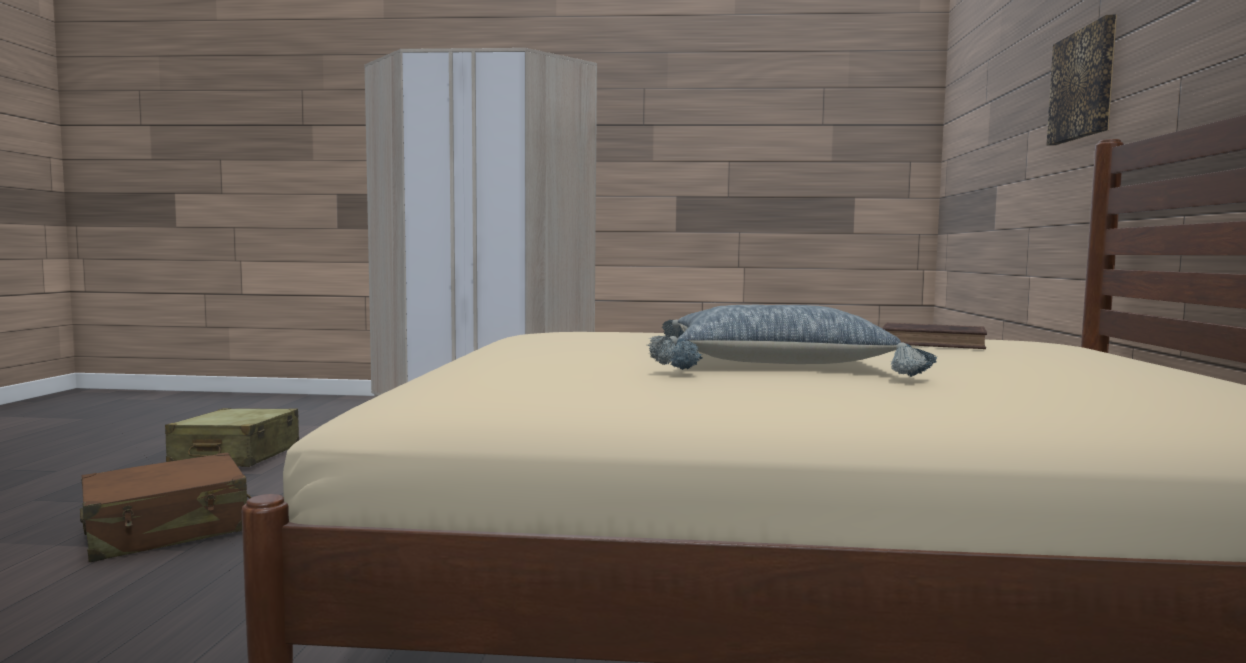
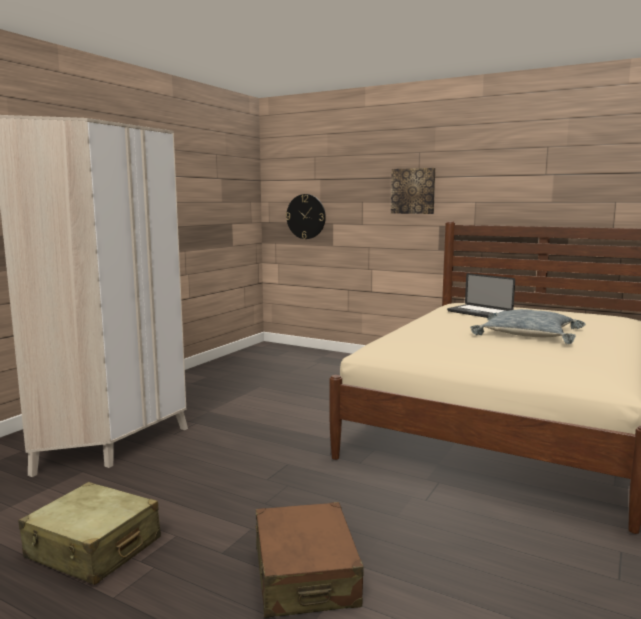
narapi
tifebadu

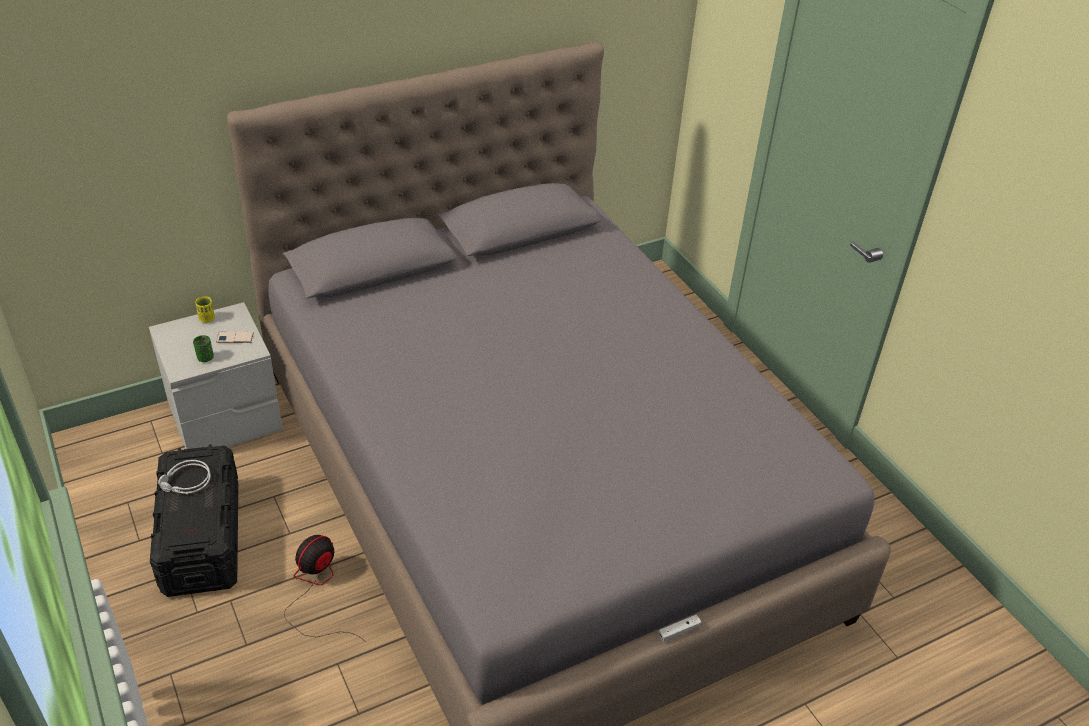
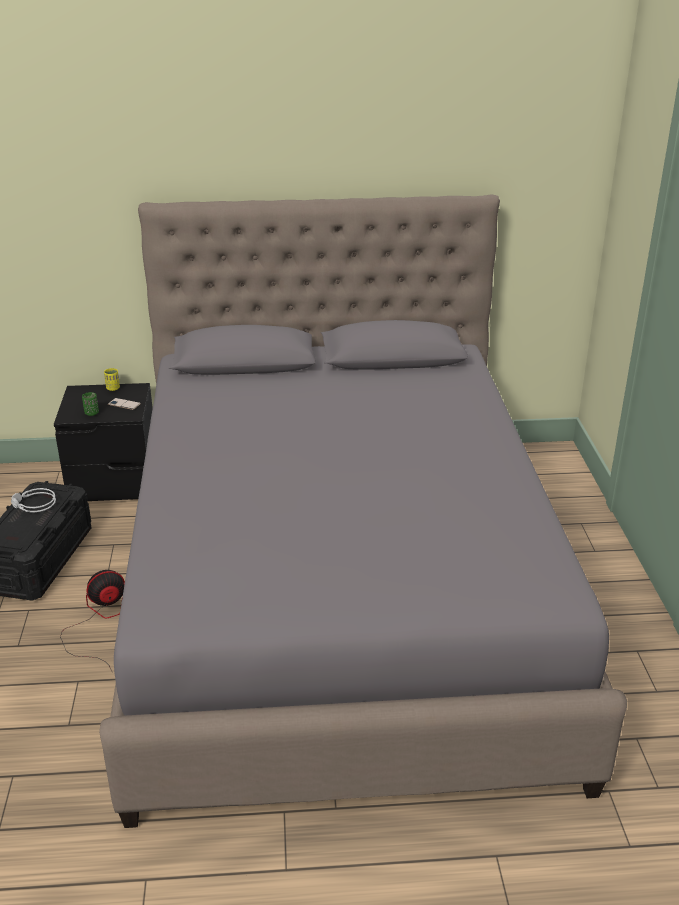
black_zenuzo
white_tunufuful

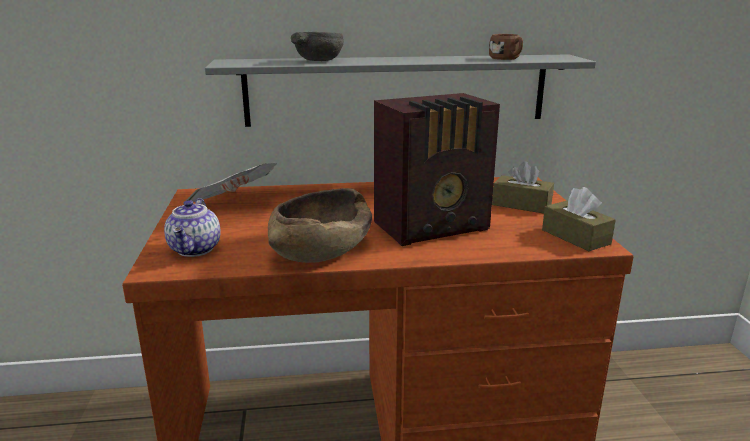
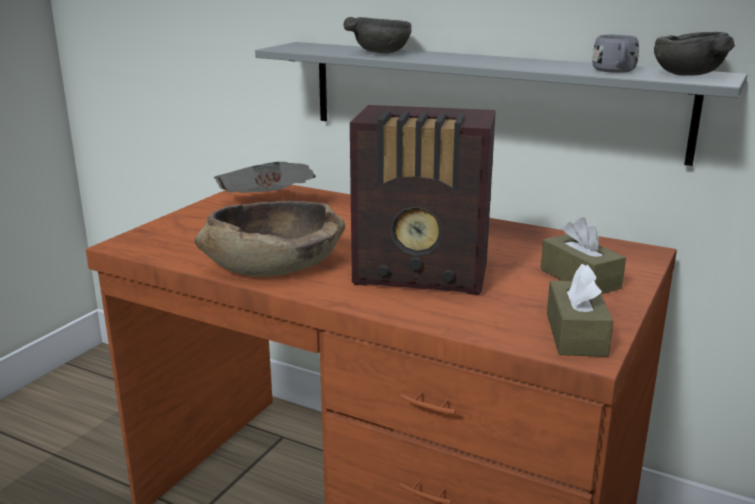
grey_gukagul
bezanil
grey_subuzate (no. 2 from left)

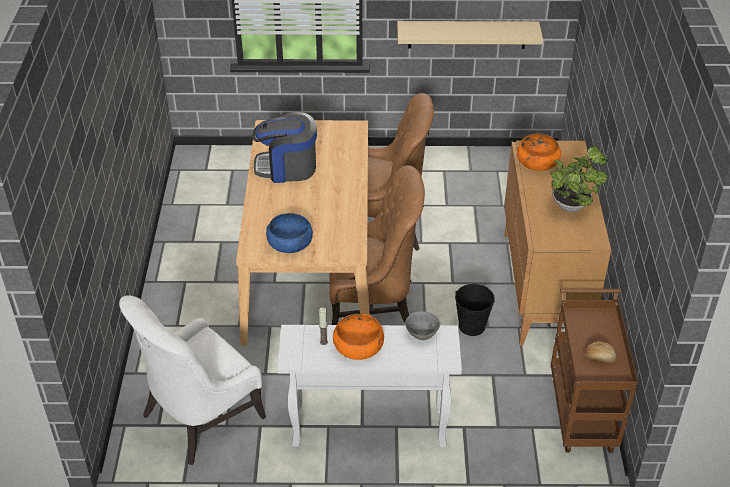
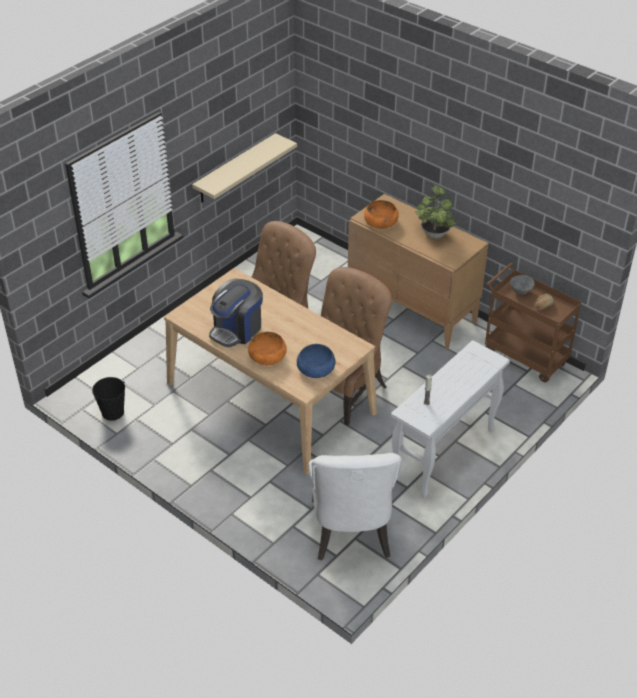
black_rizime
grey_subuzate
orange_subuzate (no. 1 from left)

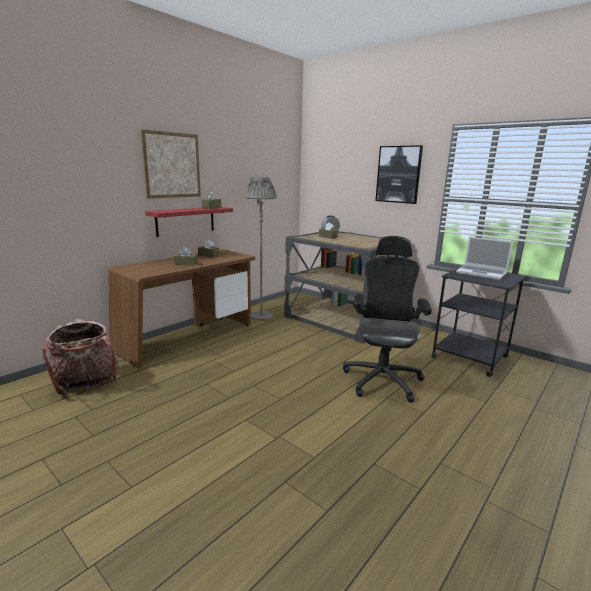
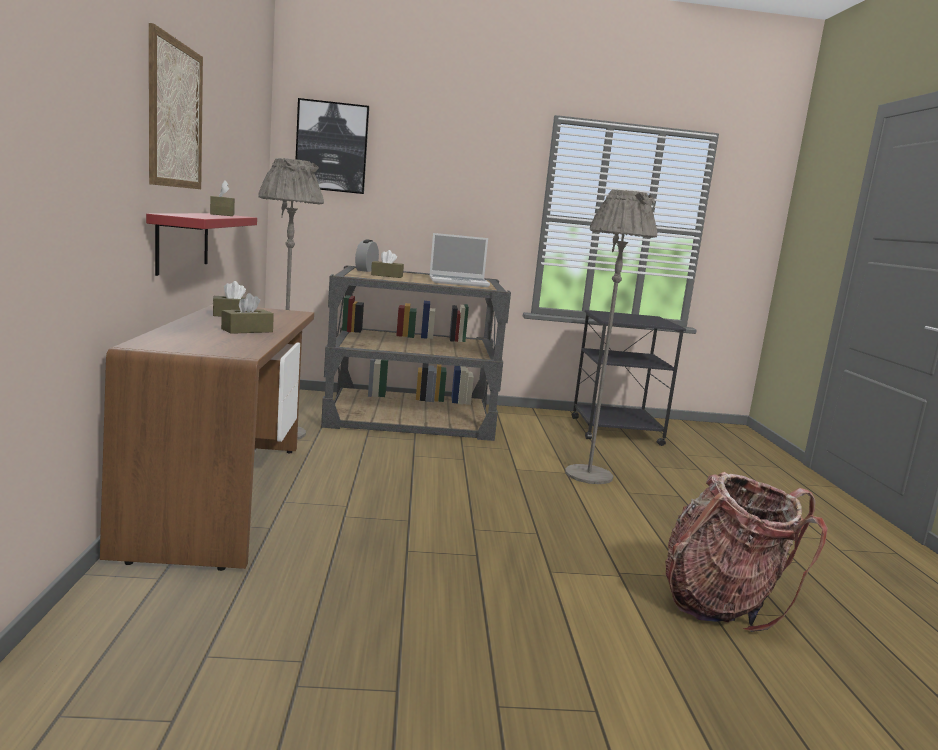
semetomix (no. 2 from left)
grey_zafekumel (no. 2 from left)
narapi
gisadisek

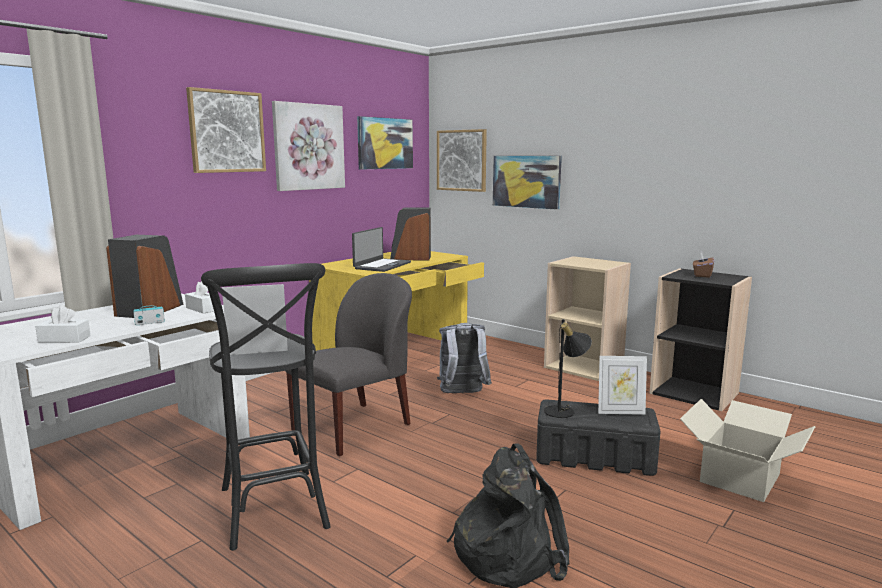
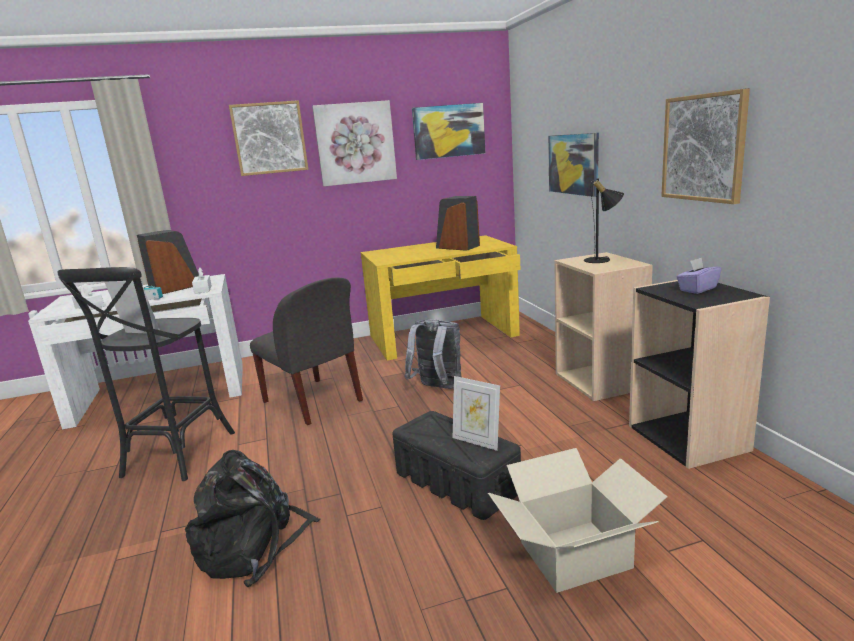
semetomix (no. 5 from left)
narapi
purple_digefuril
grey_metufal
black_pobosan

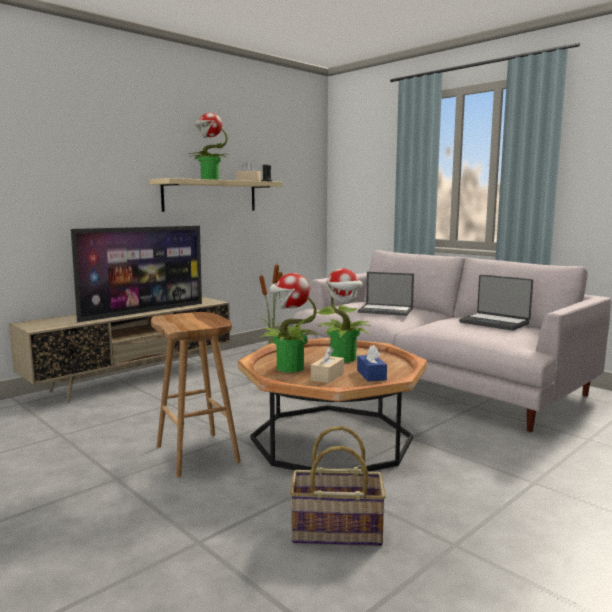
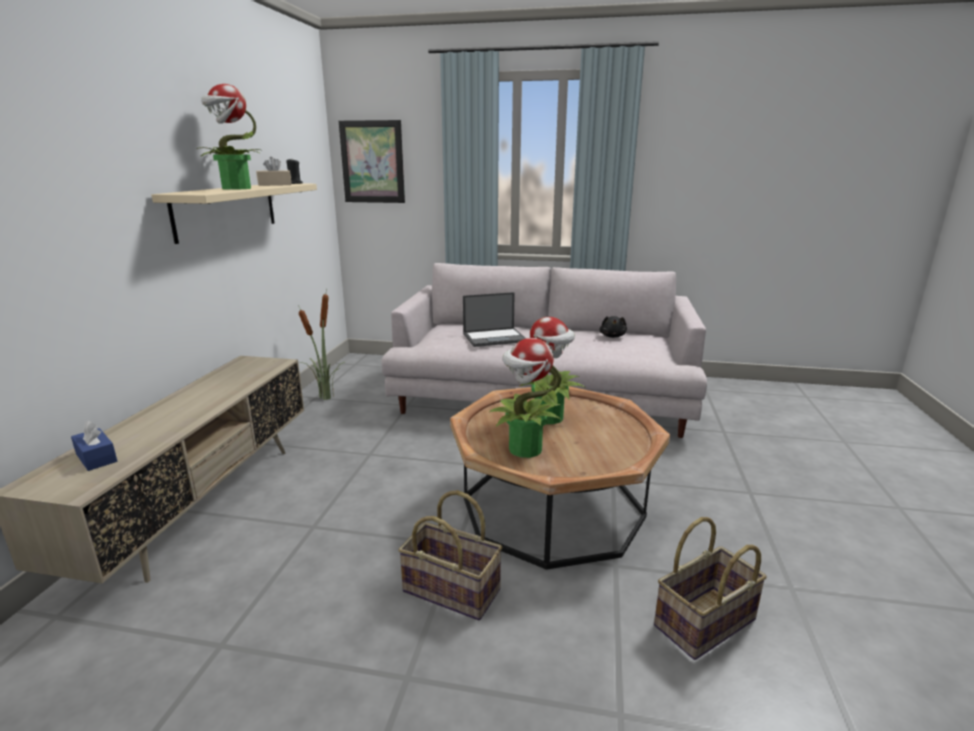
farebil
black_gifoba
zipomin (no. 1 from left)
blue_digefuril
beige_digefuril (no. 2 from left in the first image)
semetomix

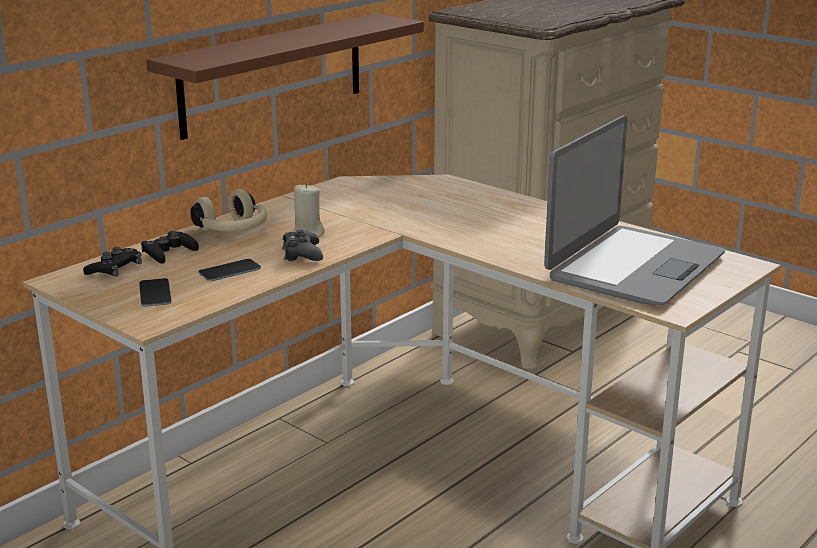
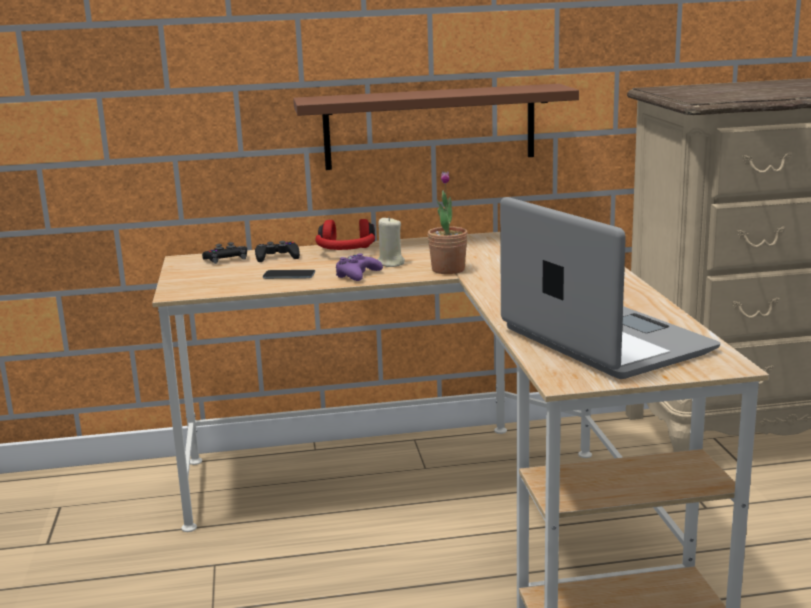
narapi
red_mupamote
purple_tunufuful
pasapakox (no. 1 from left in the first image)
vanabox

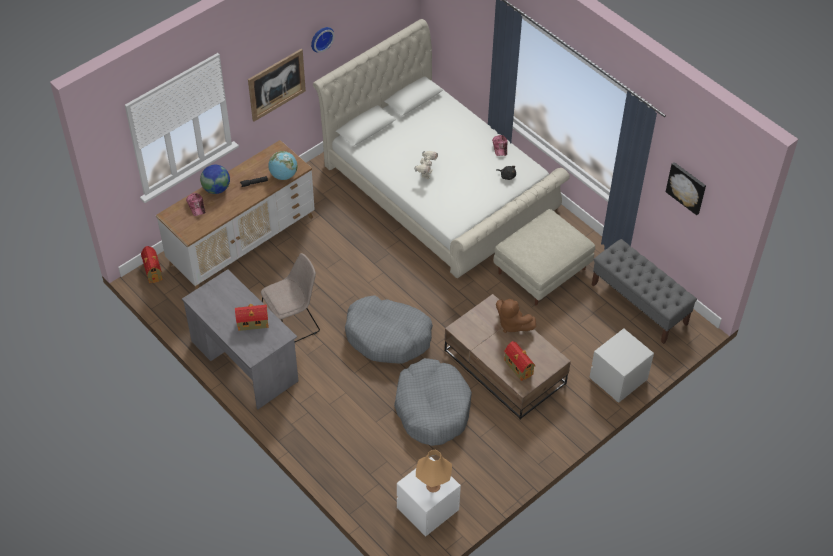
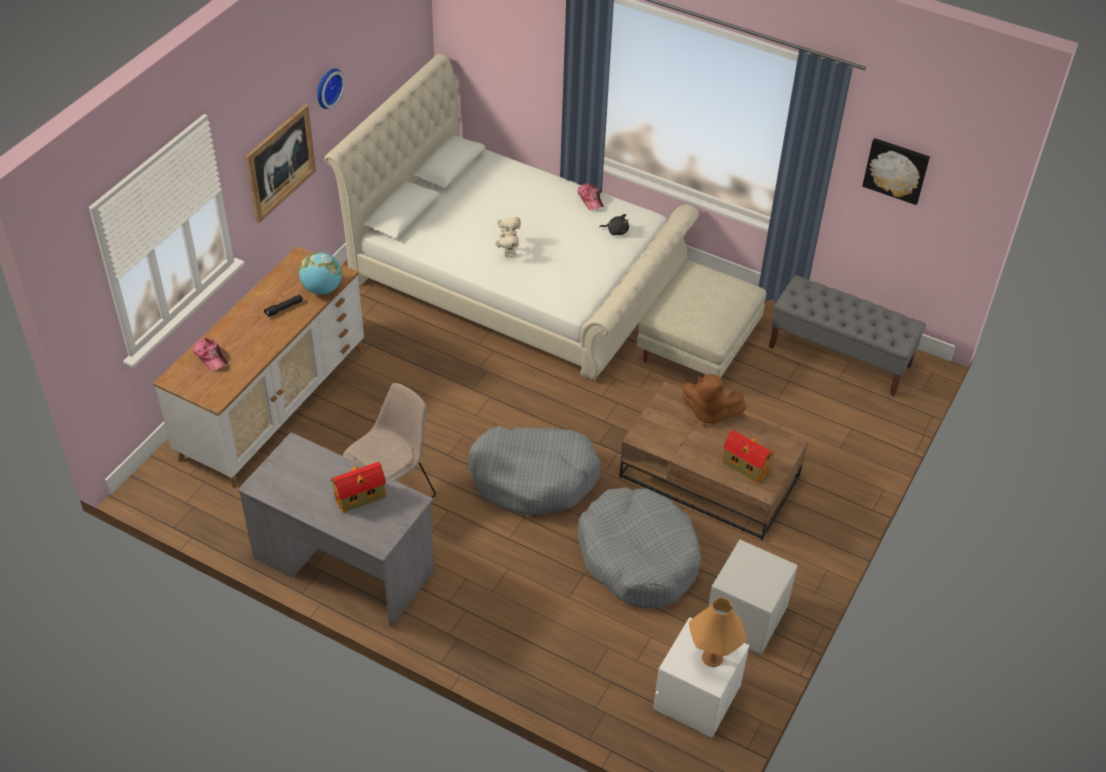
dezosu (no. 1 from left in the first image)
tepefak (no. 1 from left in the first image)
white_zenuzo (no. 2 from left)

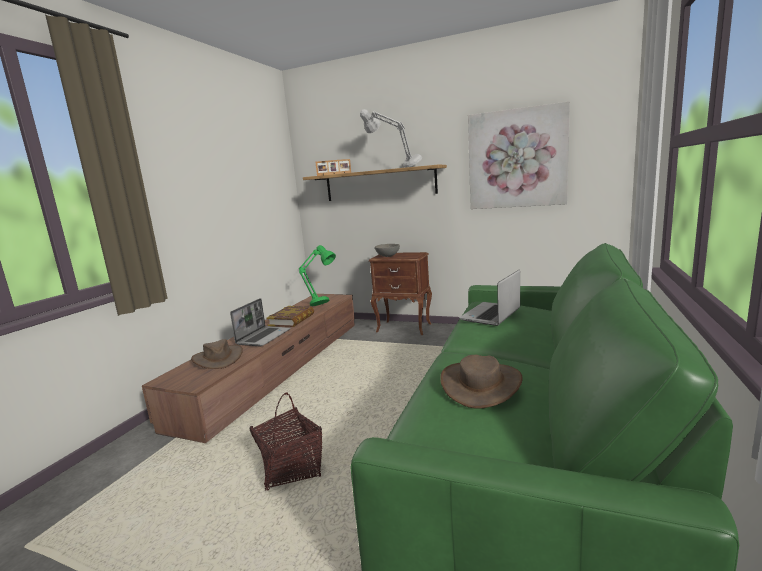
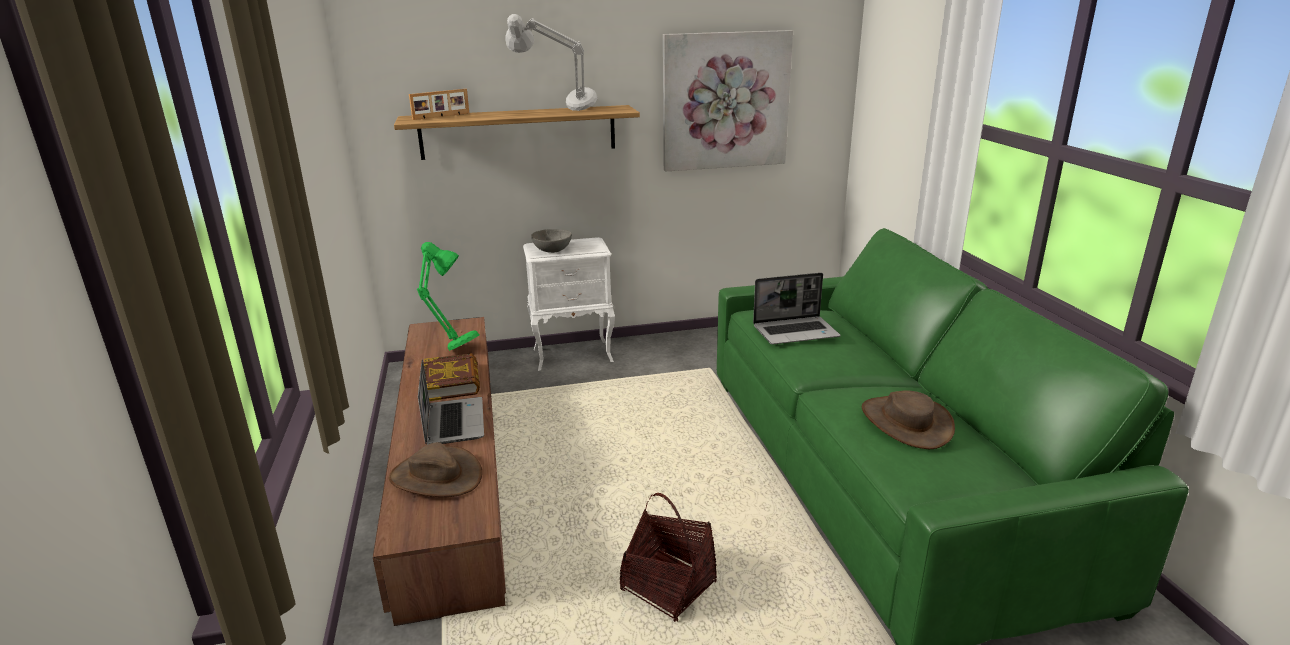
white_zenuzo
narapi (no. 2 from left)

